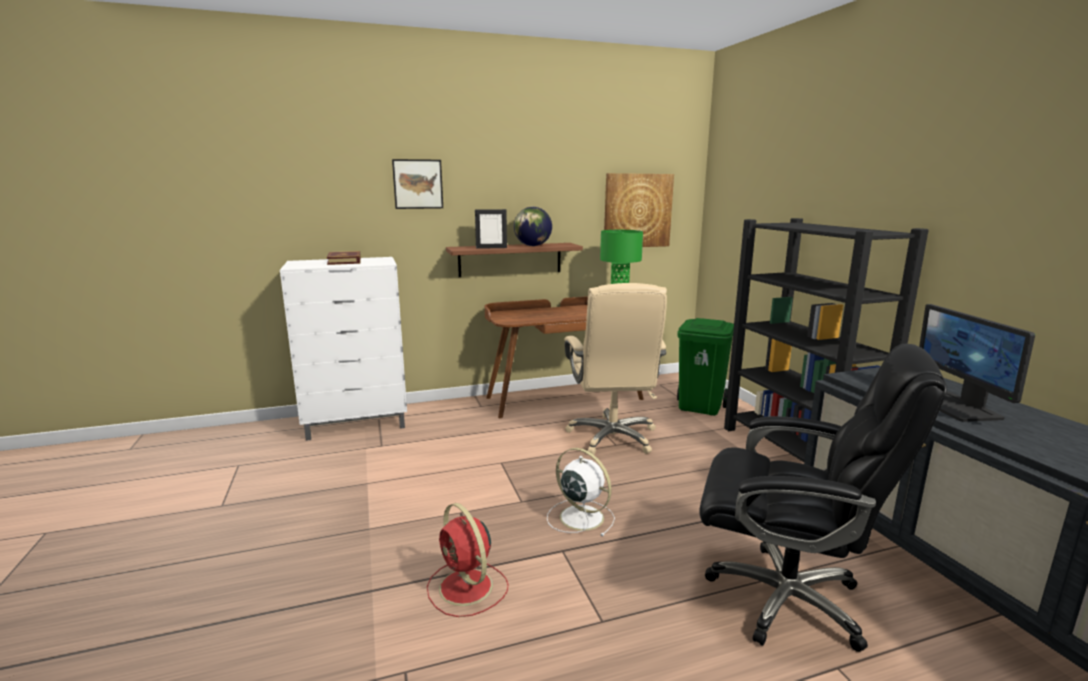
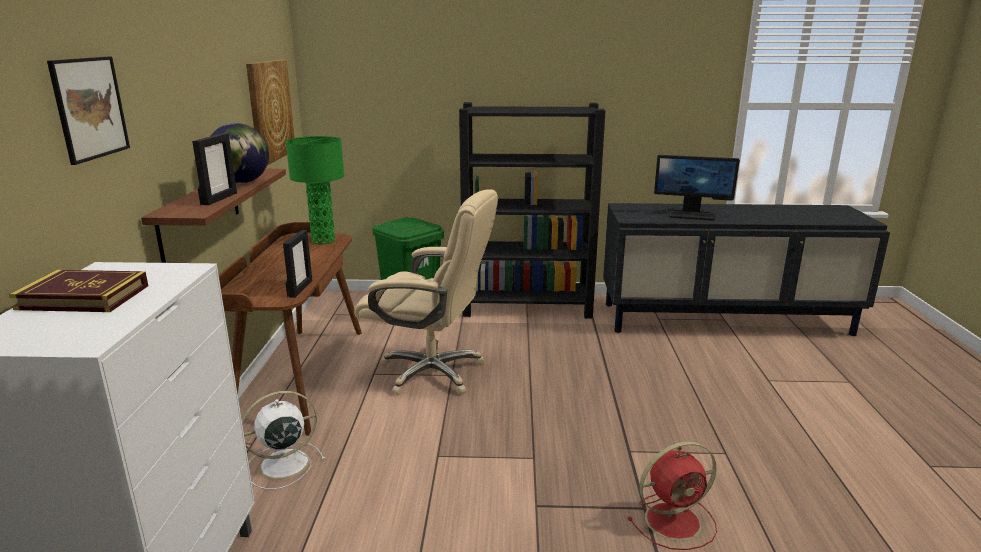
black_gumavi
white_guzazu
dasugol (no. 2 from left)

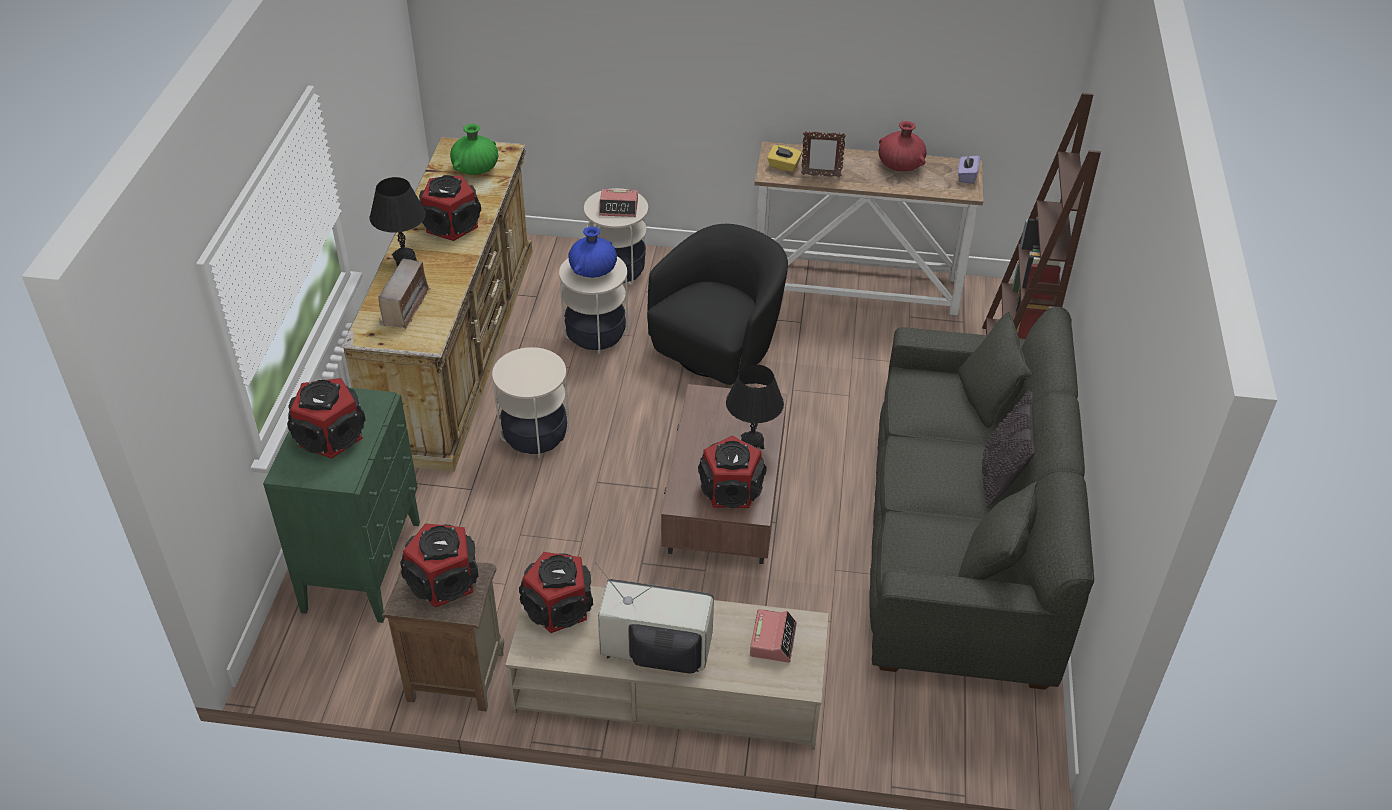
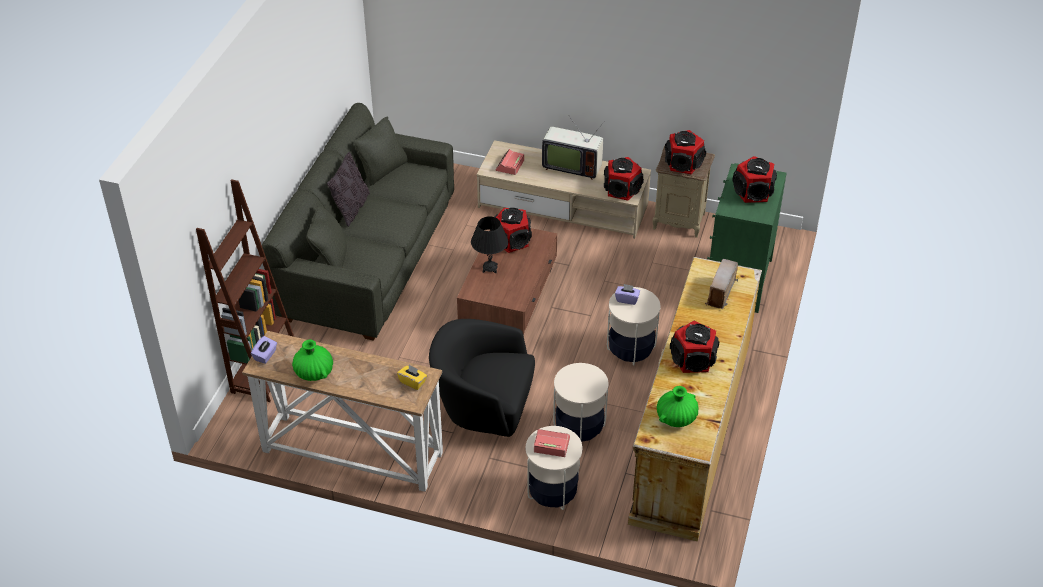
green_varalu (no. 1 from left)
dasugol
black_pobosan (no. 1 from left in the first image)
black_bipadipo
blue_varalu
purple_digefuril (no. 2 from left)

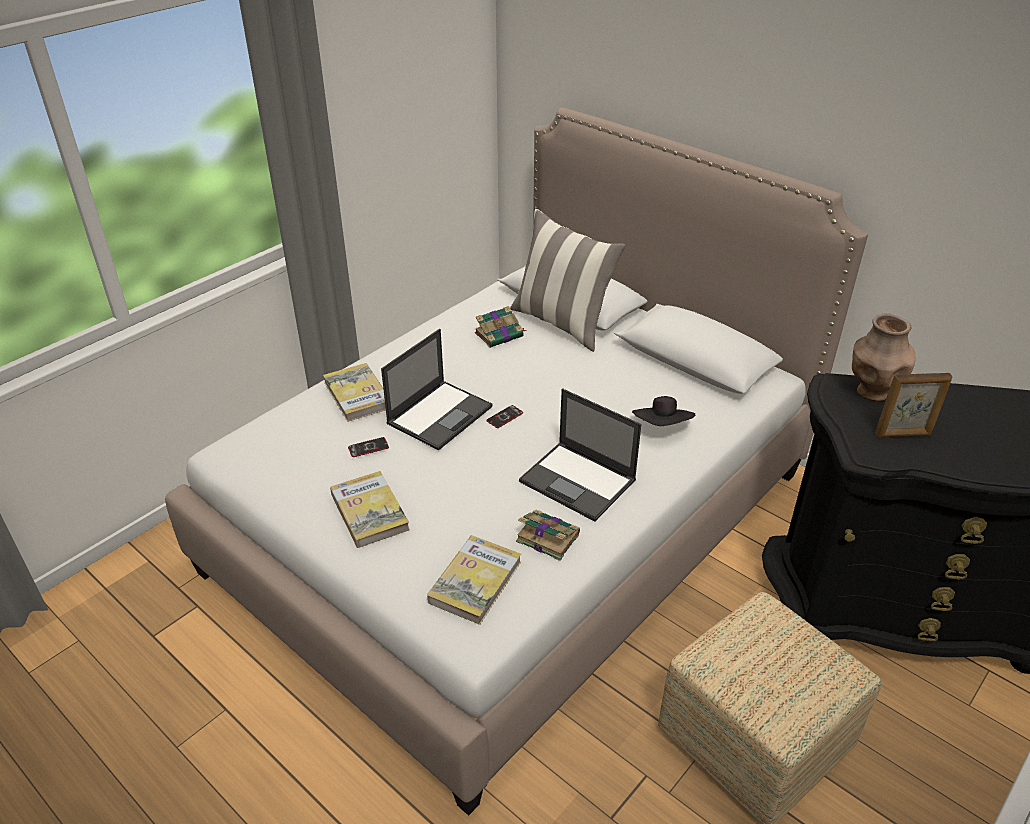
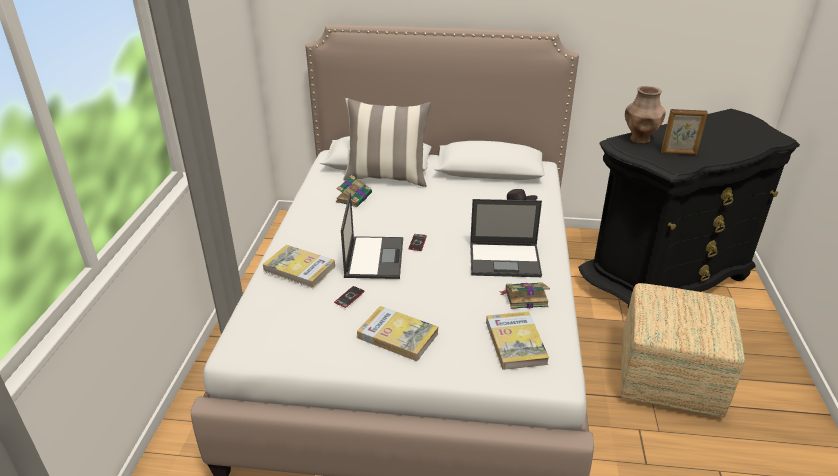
dasugol

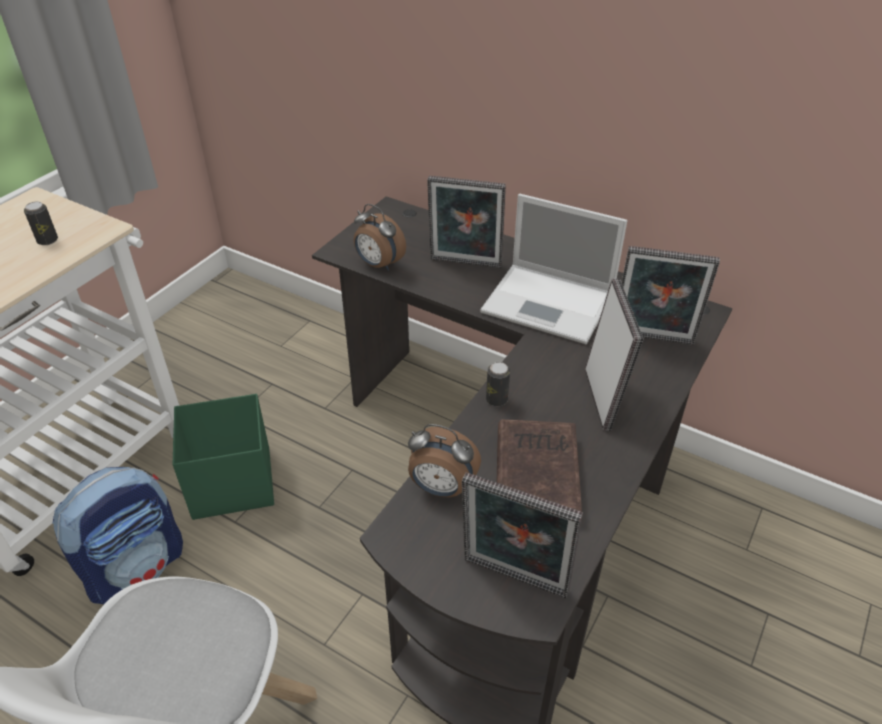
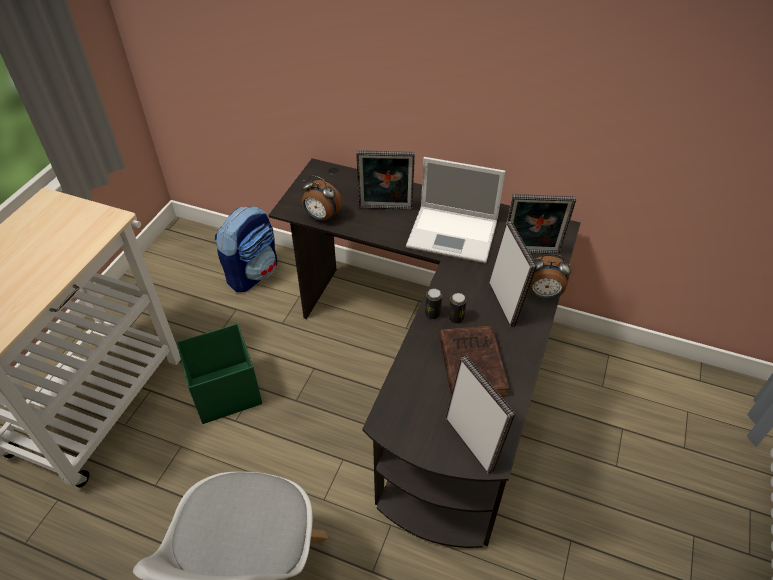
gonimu (no. 2 from left)
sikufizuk (no. 2 from left)
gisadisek
dasugol (no. 2 from left)

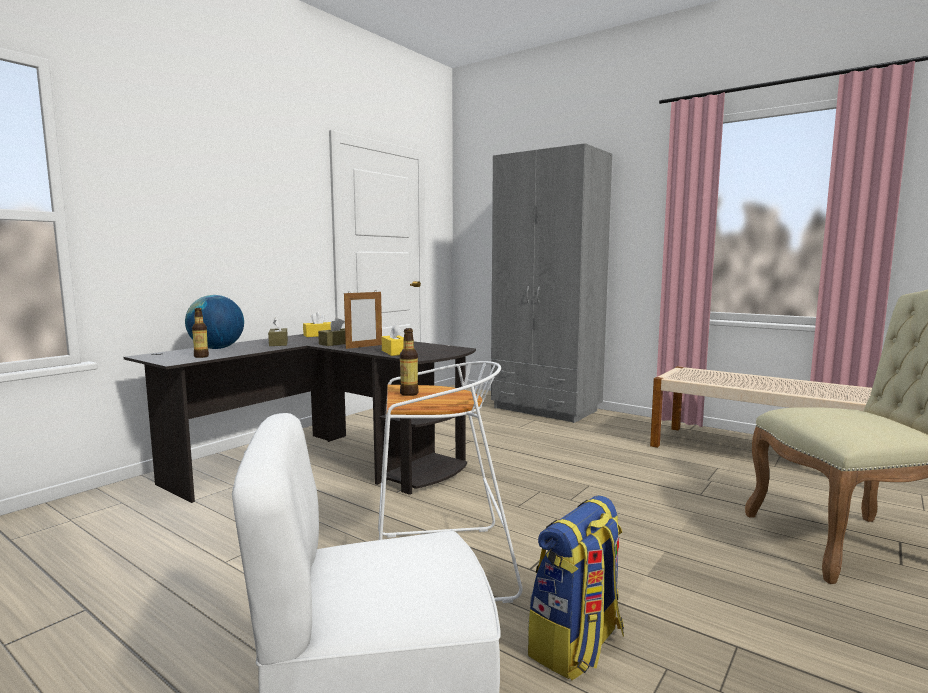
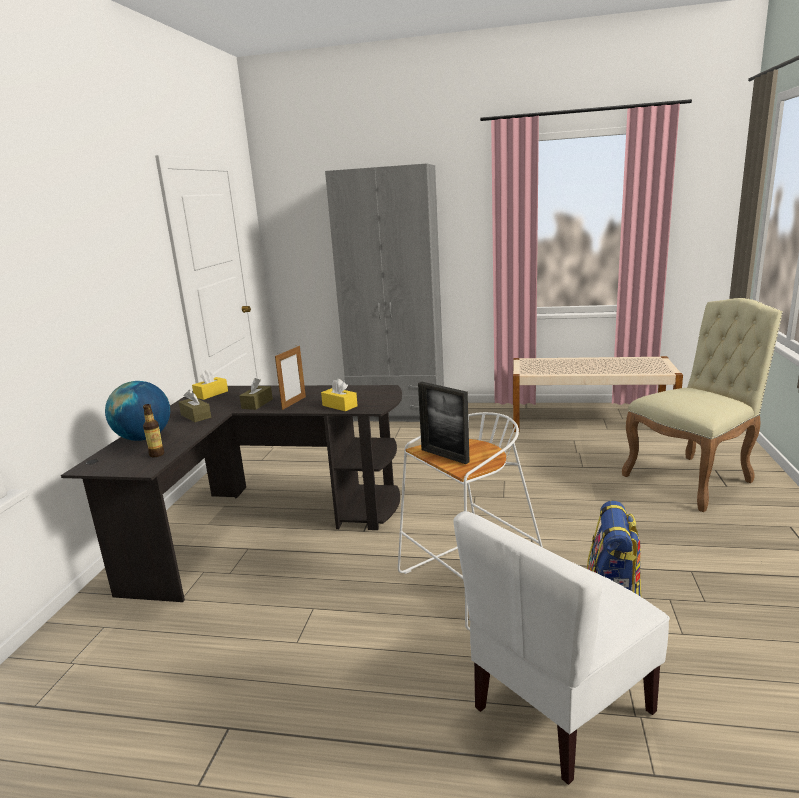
dasugol (no. 2 from left)

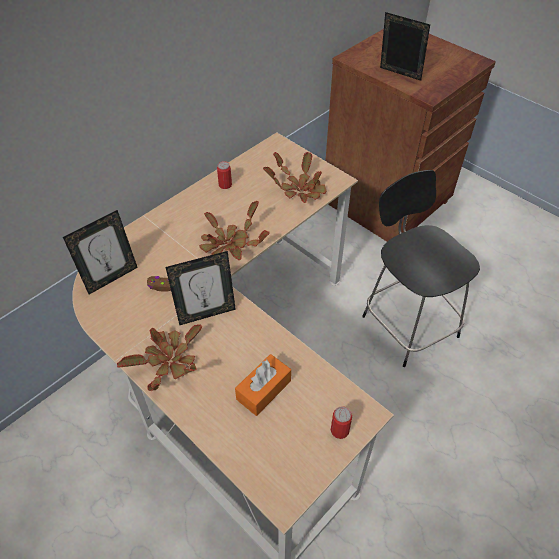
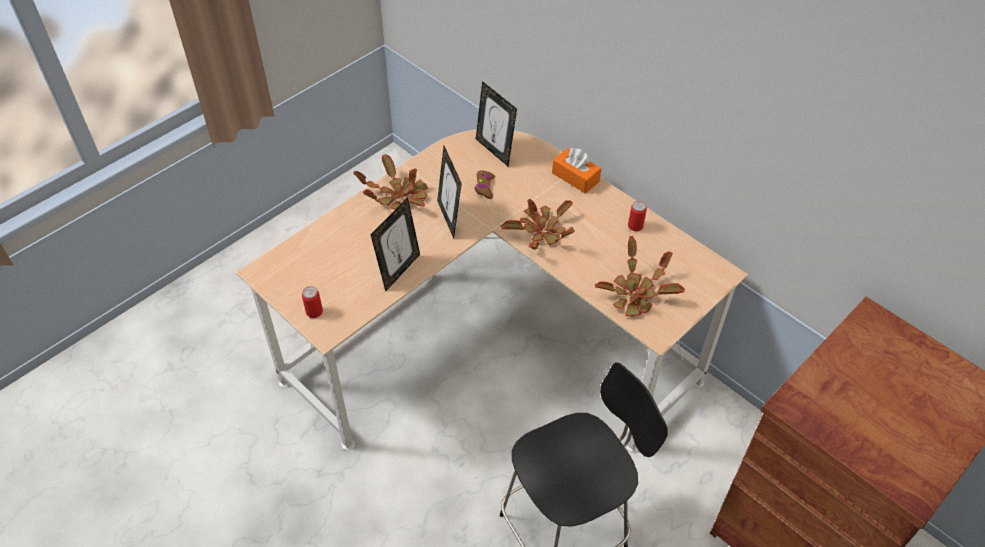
dasugol (no. 1 from left)
orange_digefuril

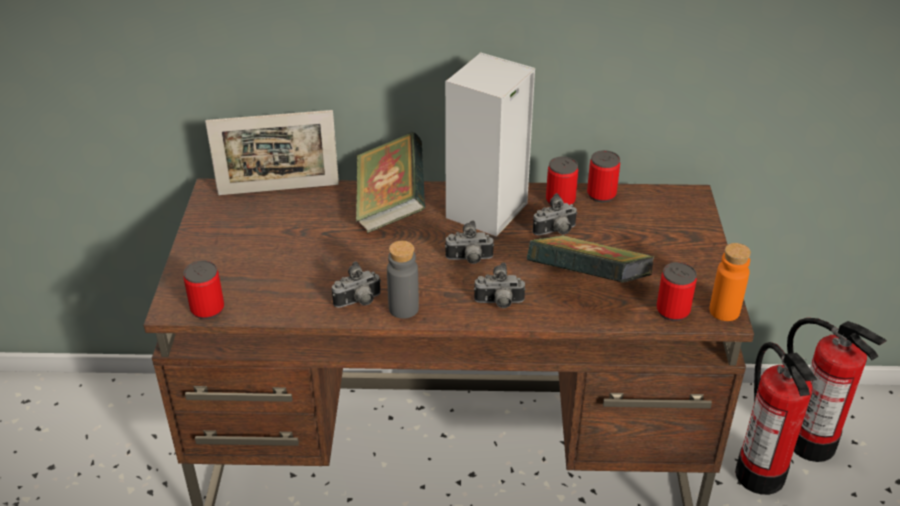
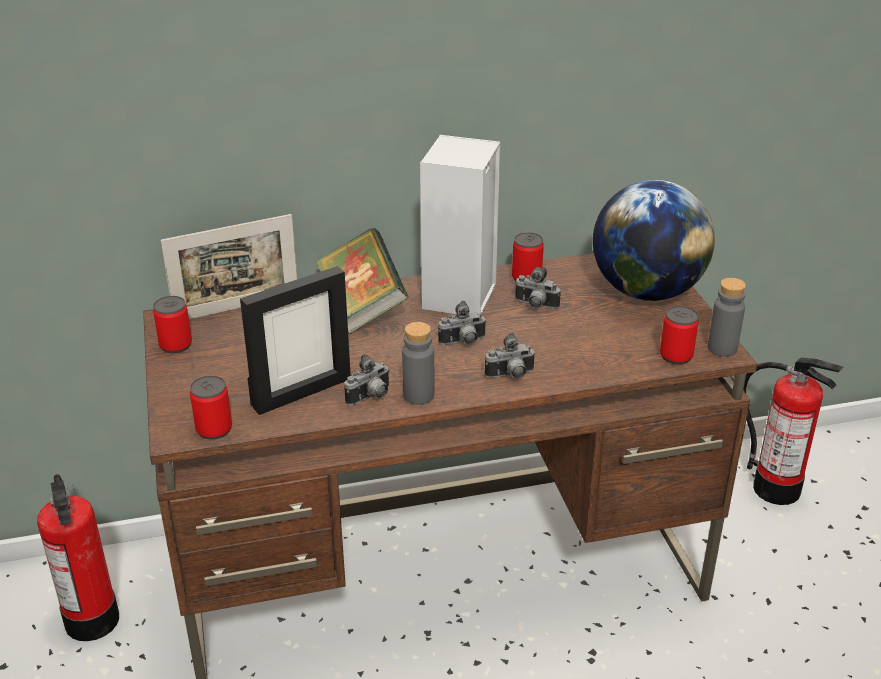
gonimu (no. 1 from left)
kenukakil (no. 4 from left)
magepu (no. 2 from left in the first image)
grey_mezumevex (no. 2 from left)
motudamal (no. 1 from left)
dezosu
dasugol (no. 2 from left)

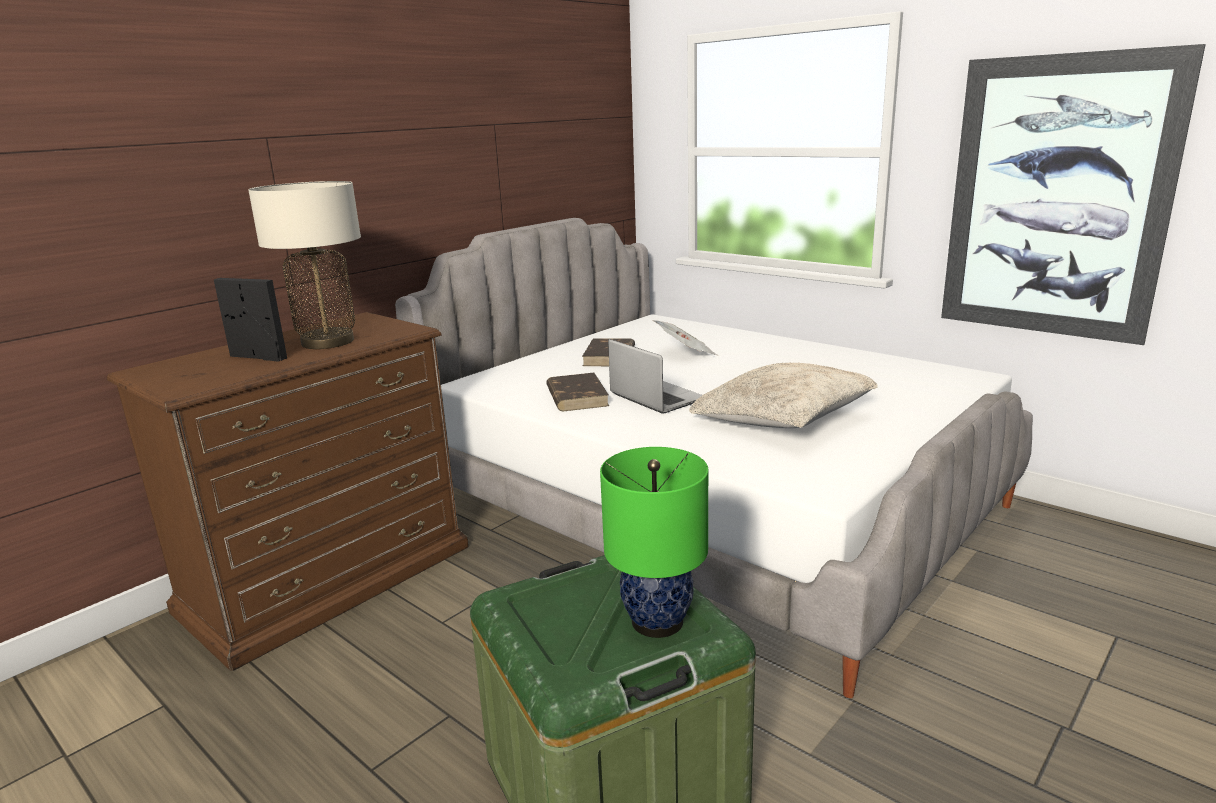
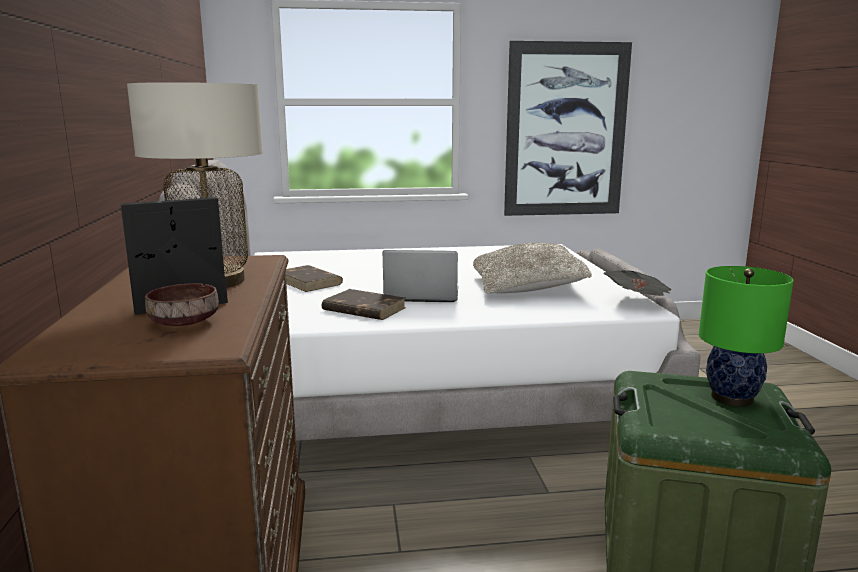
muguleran
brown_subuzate

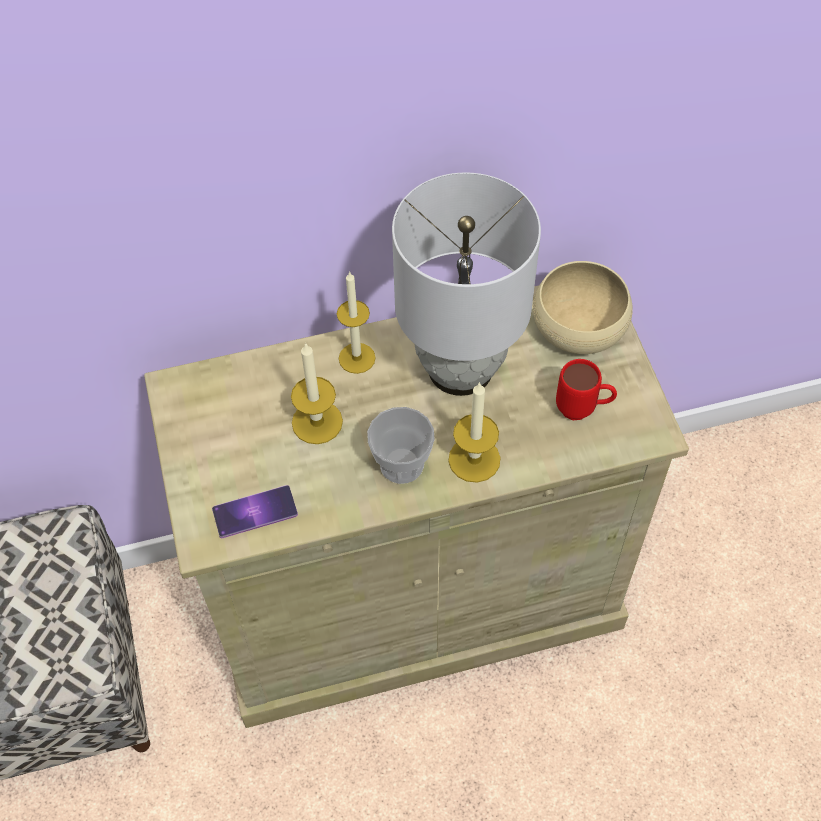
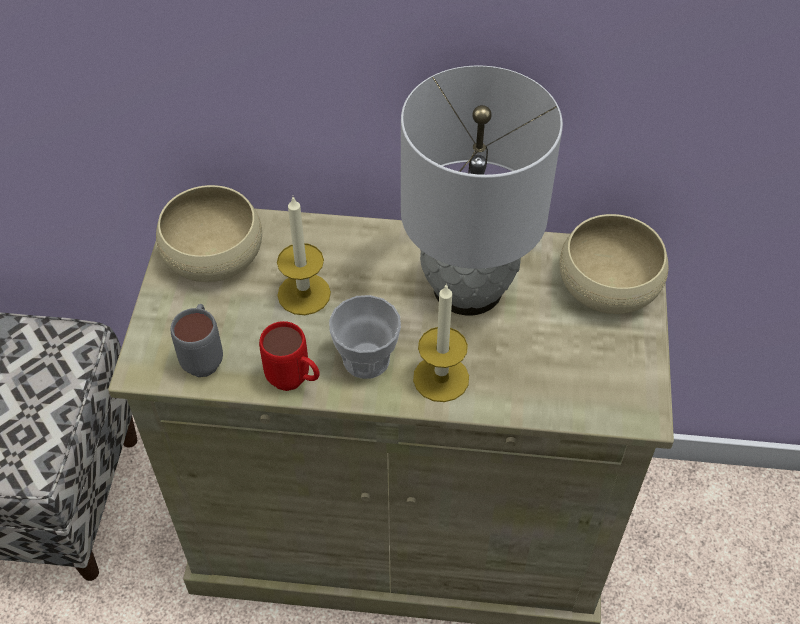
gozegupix (no. 2 from left in the first image)
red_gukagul
grey_gukagul
beige_subuzate (no. 1 from left)

